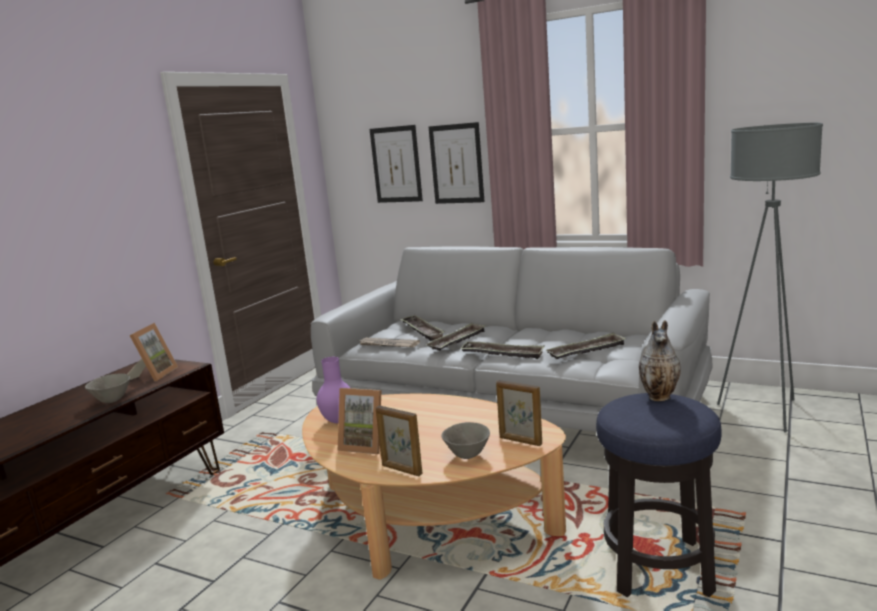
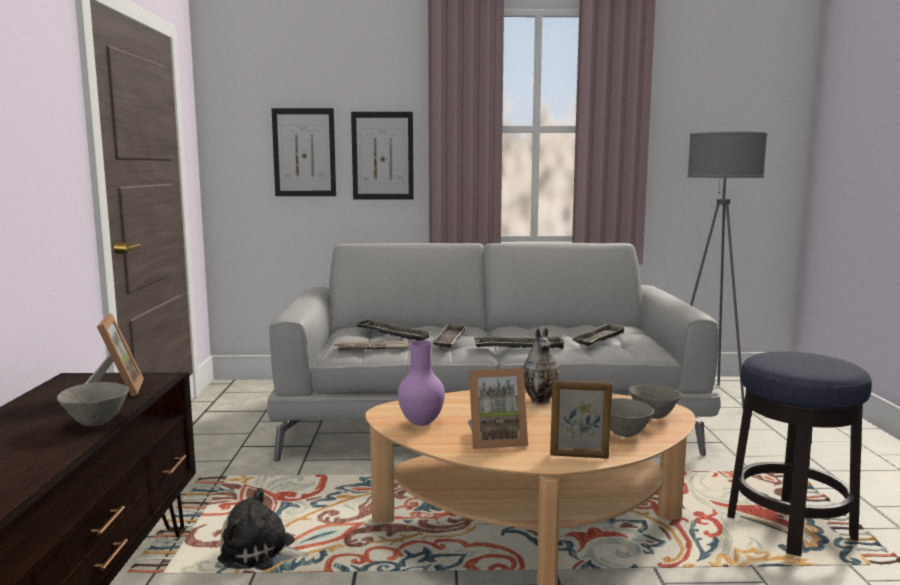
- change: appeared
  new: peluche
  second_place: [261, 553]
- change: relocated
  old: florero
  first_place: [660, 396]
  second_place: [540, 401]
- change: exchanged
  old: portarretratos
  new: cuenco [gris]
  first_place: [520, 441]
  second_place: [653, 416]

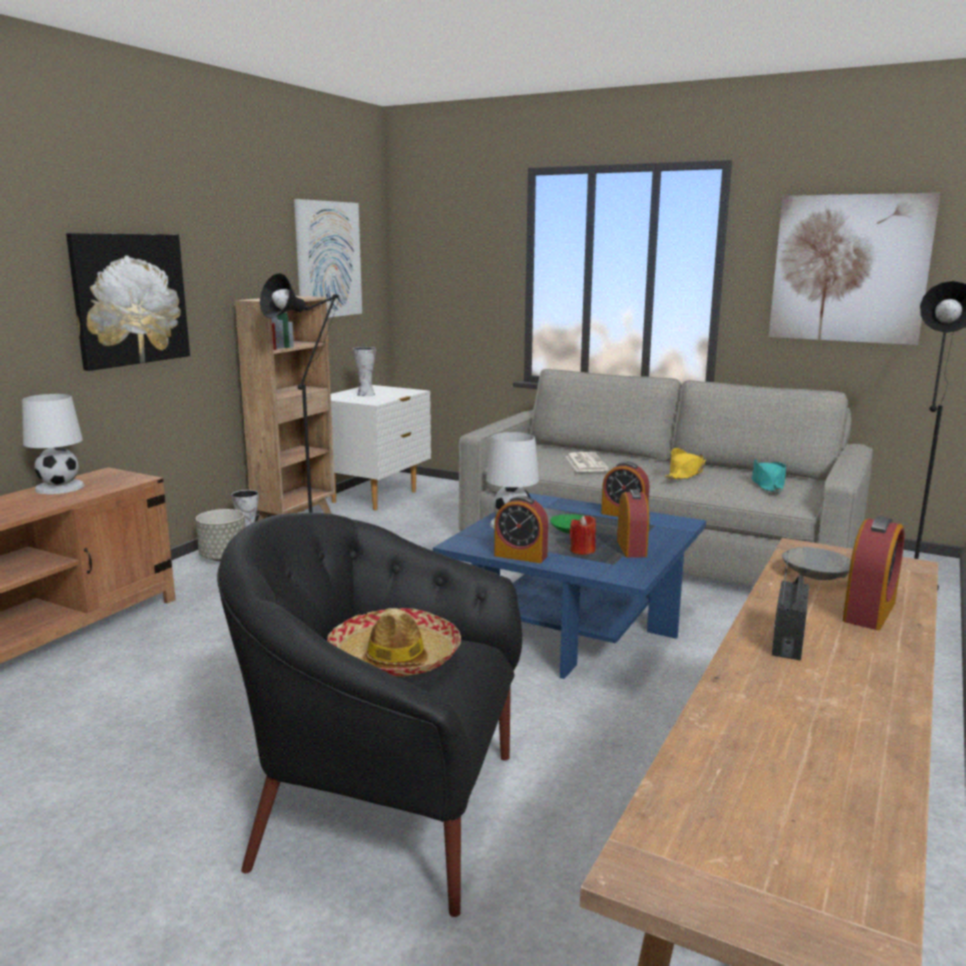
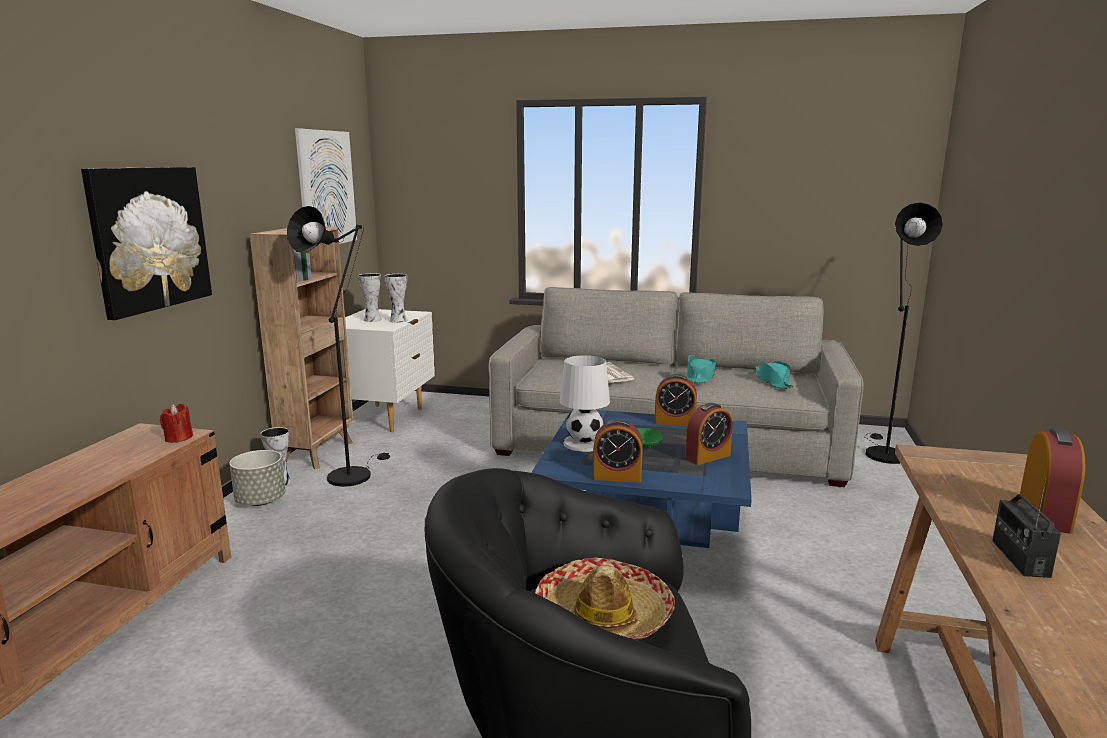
- change: relocated
  old: vela [rojo]
  first_place: [582, 550]
  second_place: [178, 438]
- change: appeared
  new: florero
  second_place: [398, 320]
- change: spun
  old: despertador
  first_place: [631, 548]
  second_place: [707, 457]
  degrees: 75
- change: colour
  old: sombrero [amarillo]
  new: sombrero [turquesa]
  first_place: [685, 474]
  second_place: [700, 377]
- change: missing
  old: lámpara de mesa [blanco]
  first_place: [60, 487]
- change: missing
  old: cuadro
  first_place: [849, 269]
- change: missing
  old: cuenco [gris]
  first_place: [816, 575]

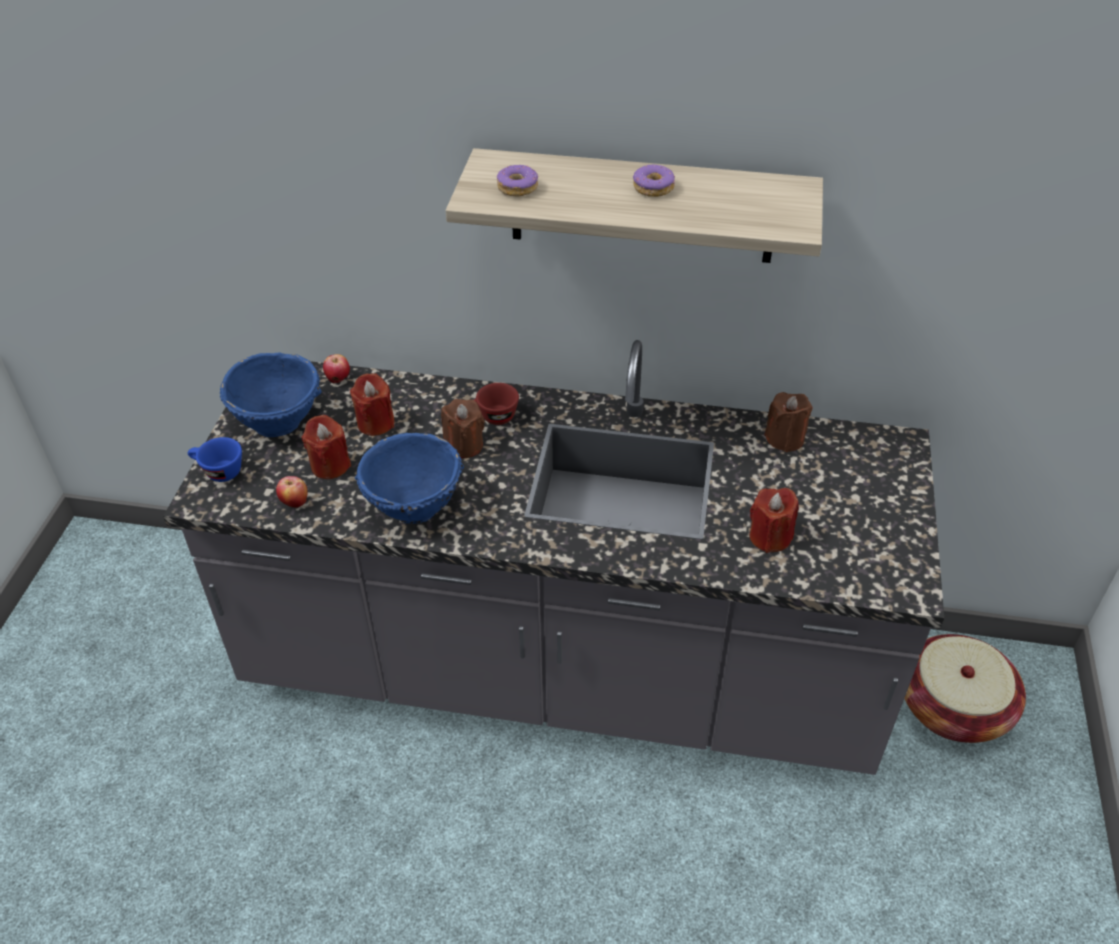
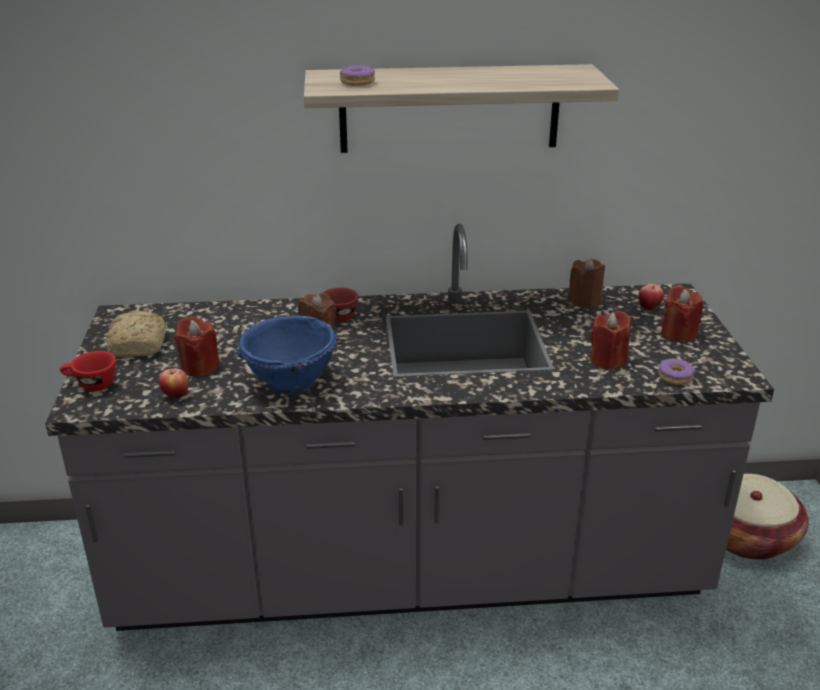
- change: colour
  old: taza [azul]
  new: taza [rojo]
  first_place: [218, 471]
  second_place: [91, 385]
- change: exchanged
  old: cuenco [azul]
  new: pan
  first_place: [279, 421]
  second_place: [139, 344]
- change: relocated
  old: manzana
  first_place: [338, 380]
  second_place: [649, 308]
- change: relocated
  old: rosquilla
  first_place: [653, 188]
  second_place: [675, 377]
- change: relocated
  old: vela [rojo]
  first_place: [375, 423]
  second_place: [678, 334]

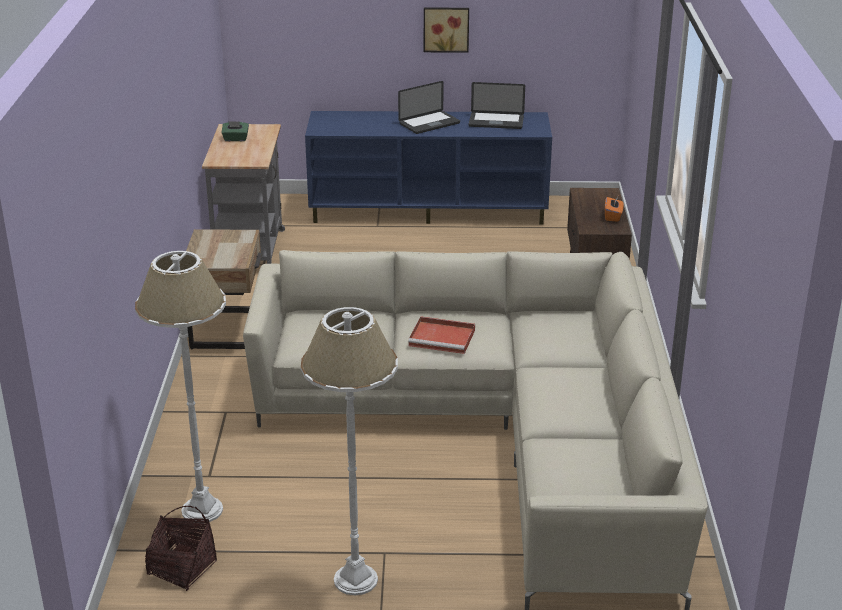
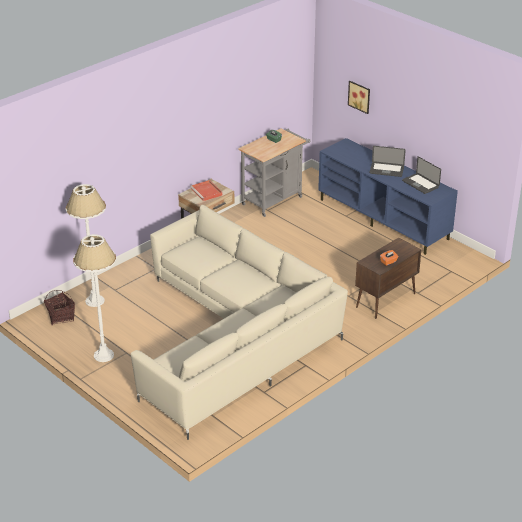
- change: relocated
  old: bandeja [rojo]
  first_place: [443, 338]
  second_place: [207, 192]
- change: relocated
  old: cuadro
  first_place: [446, 29]
  second_place: [360, 96]

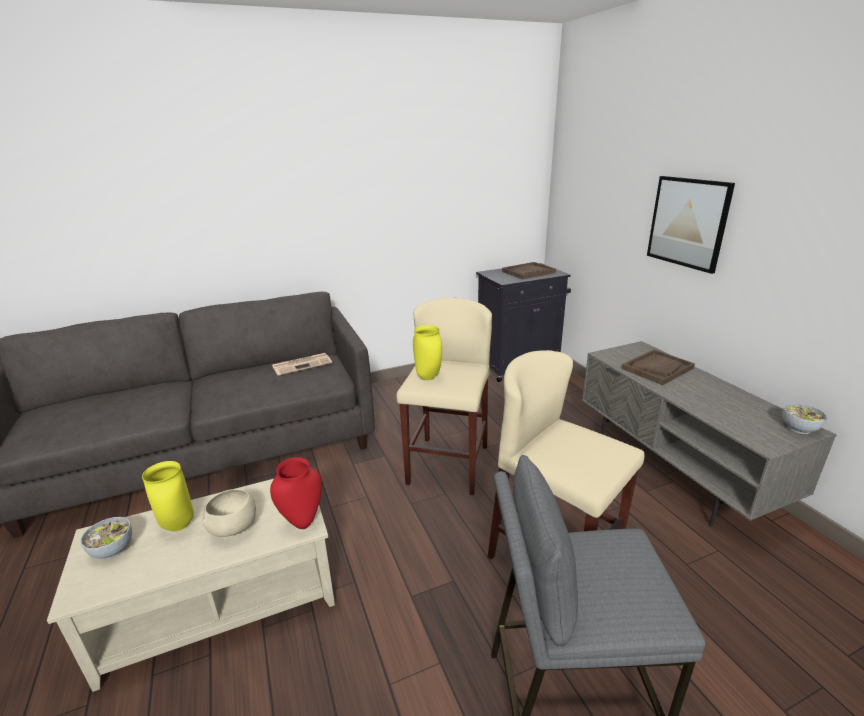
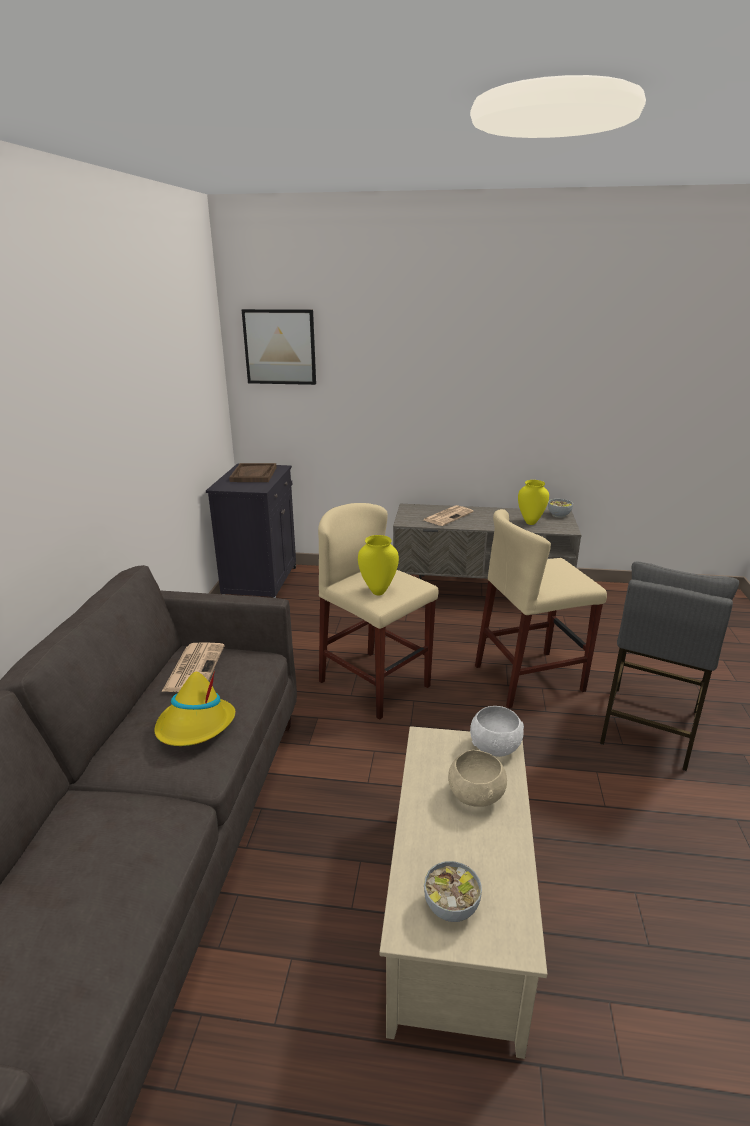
- change: appeared
  new: sombrero [amarillo]
  second_place: [195, 726]
- change: relocated
  old: cuadro
  first_place: [687, 222]
  second_place: [280, 347]
- change: exchanged
  old: bandeja [marrón]
  new: periódico
  first_place: [657, 368]
  second_place: [448, 516]
- change: exchanged
  old: florero [rojo]
  new: cuenco [blanco]
  first_place: [302, 521]
  second_place: [495, 747]
- change: relocated
  old: florero [amarillo]
  first_place: [179, 525]
  second_place: [530, 522]

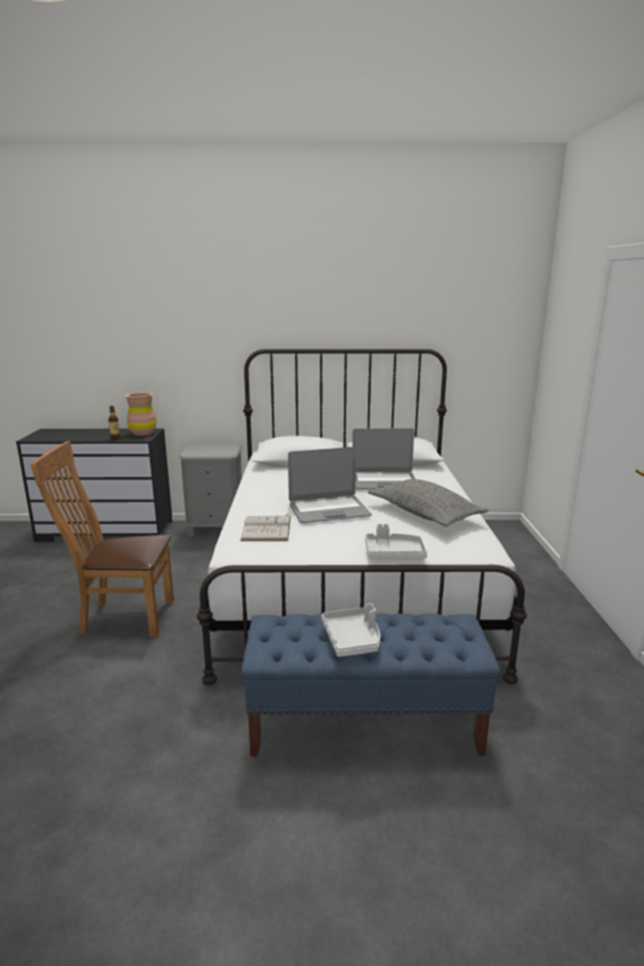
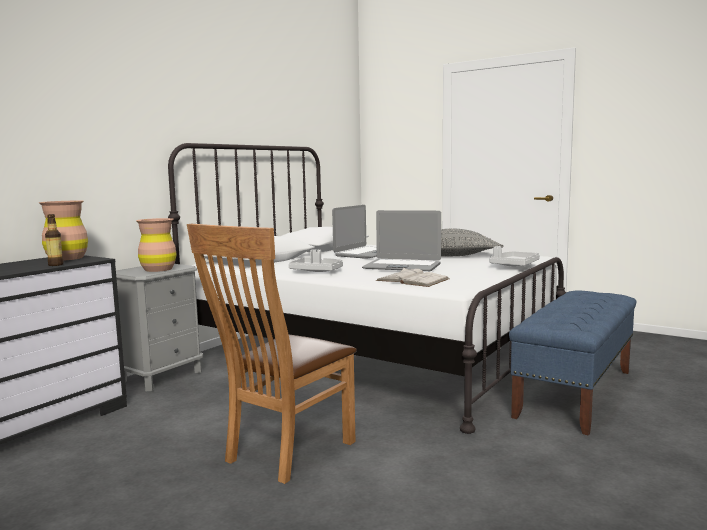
- change: appeared
  new: florero [marrón]
  second_place: [158, 269]
- change: relocated
  old: bandeja [gris]
  first_place: [352, 639]
  second_place: [317, 271]
- change: spun
  old: portátil
  first_place: [329, 510]
  second_place: [402, 267]
  degrees: 90

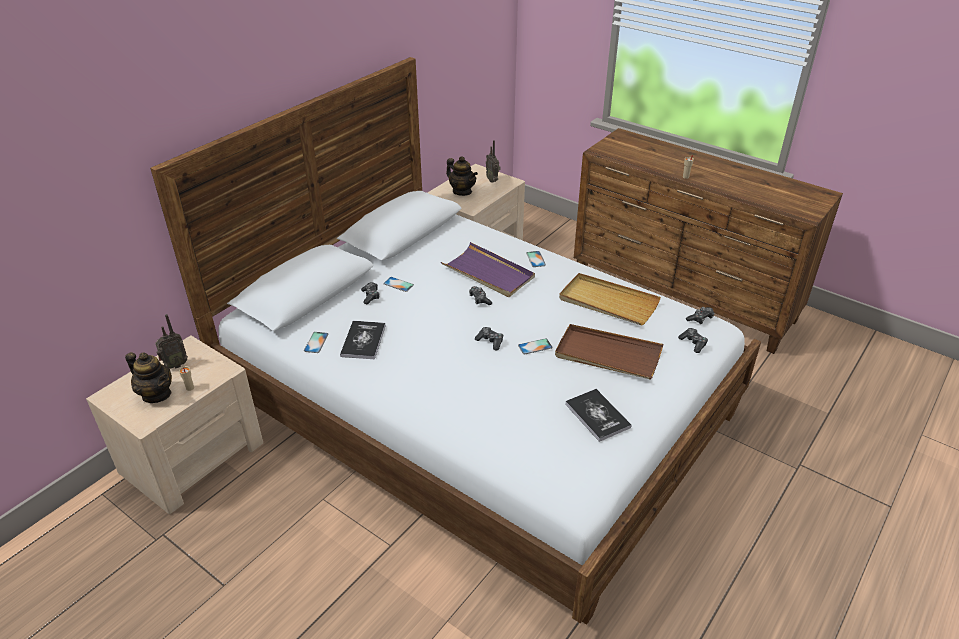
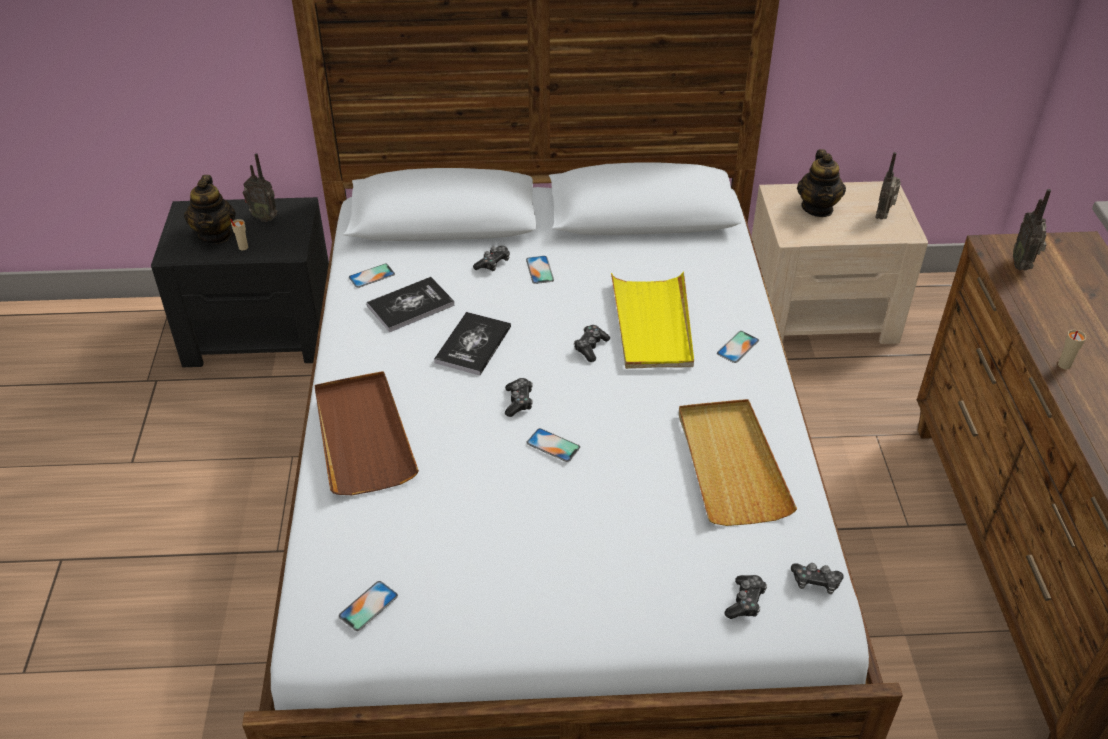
- change: colour
  old: mesita de noche [beis]
  new: mesita de noche [negro]
  first_place: [193, 457]
  second_place: [261, 330]
- change: relocated
  old: bandeja [marrón]
  first_place: [607, 355]
  second_place: [363, 435]
- change: appeared
  new: móvil
  second_place: [368, 606]
- change: relocated
  old: libro
  first_place: [597, 415]
  second_place: [473, 345]
- change: colour
  old: bandeja [morado]
  new: bandeja [amarillo]
  first_place: [488, 273]
  second_place: [652, 324]
- change: appeared
  new: radio
  second_place: [1022, 265]

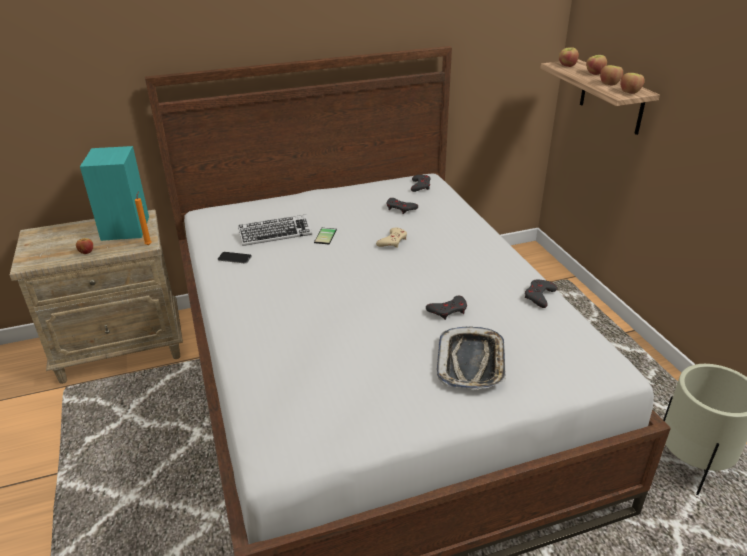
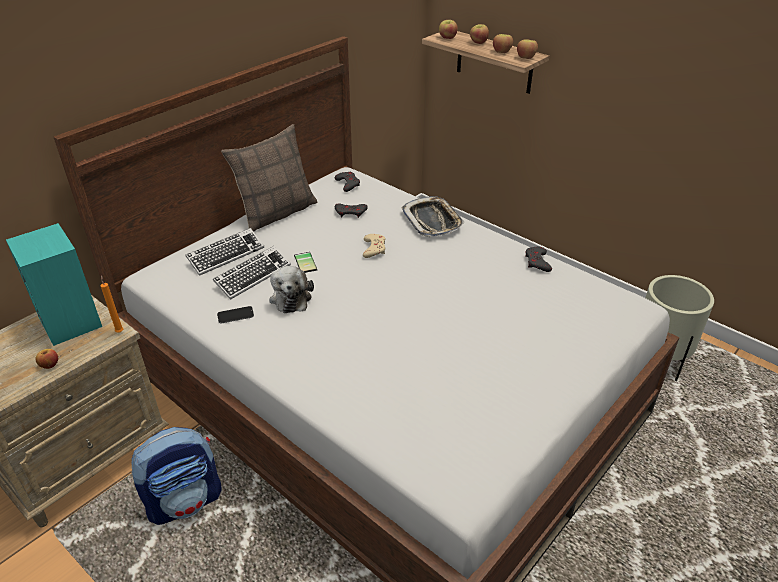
- change: appeared
  new: mochila
  second_place: [185, 500]
- change: appeared
  new: teclado
  second_place: [226, 255]
- change: appeared
  new: cojín
  second_place: [276, 212]
- change: appeared
  new: peluche
  second_place: [291, 297]
- change: relocated
  old: bandeja
  first_place: [471, 363]
  second_place: [432, 221]
- change: missing
  old: mando de consola [gris]
  first_place: [448, 310]

